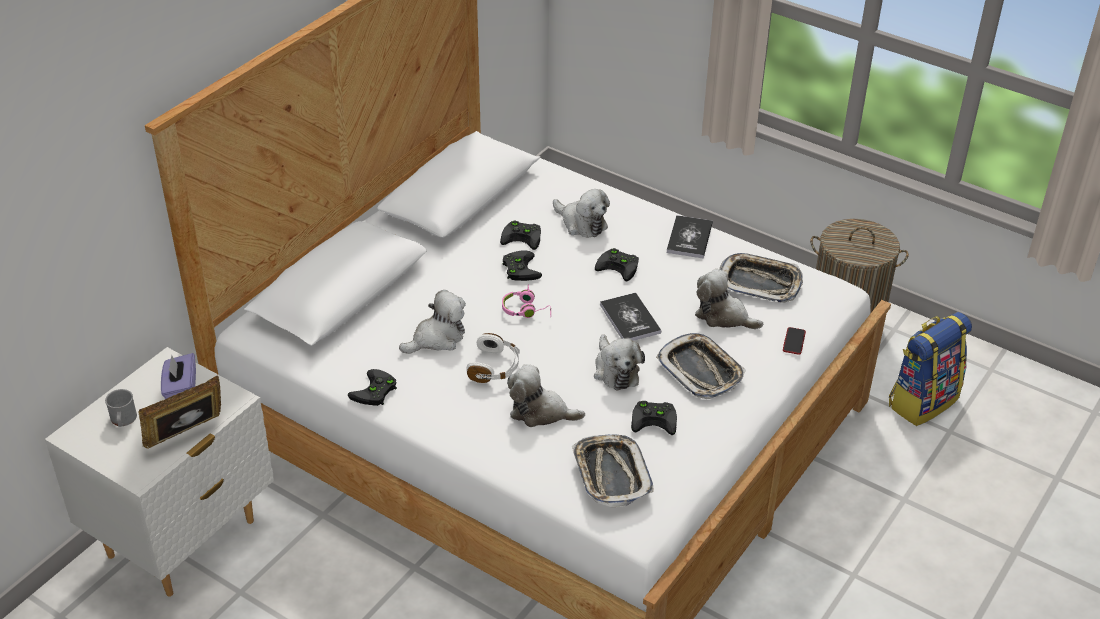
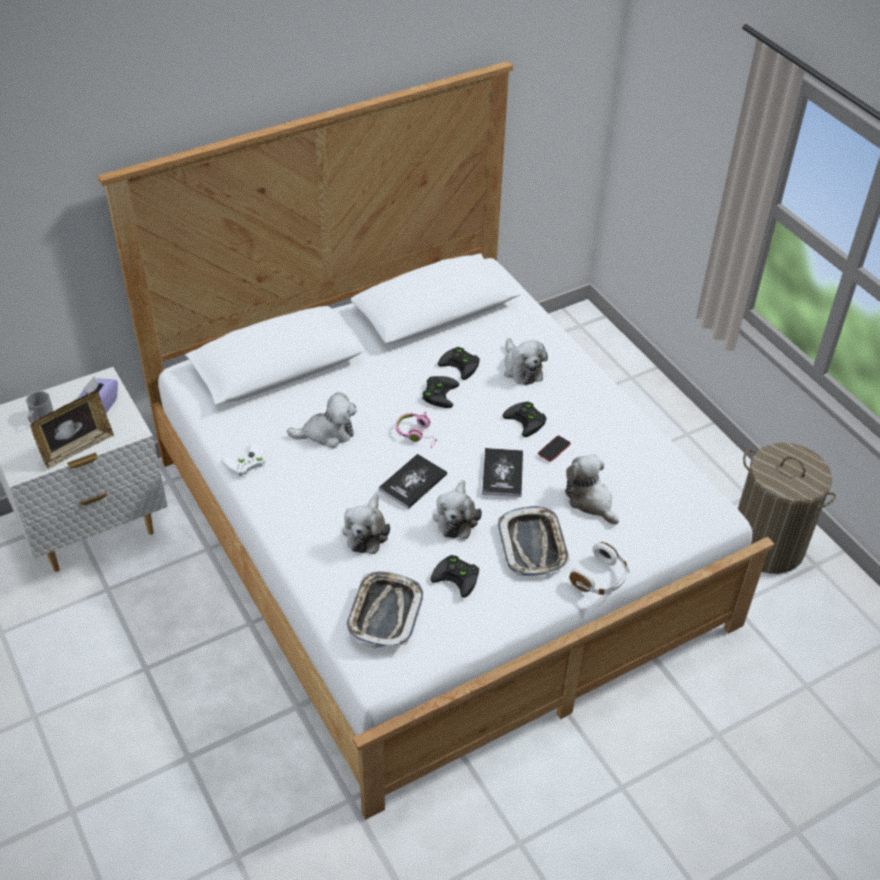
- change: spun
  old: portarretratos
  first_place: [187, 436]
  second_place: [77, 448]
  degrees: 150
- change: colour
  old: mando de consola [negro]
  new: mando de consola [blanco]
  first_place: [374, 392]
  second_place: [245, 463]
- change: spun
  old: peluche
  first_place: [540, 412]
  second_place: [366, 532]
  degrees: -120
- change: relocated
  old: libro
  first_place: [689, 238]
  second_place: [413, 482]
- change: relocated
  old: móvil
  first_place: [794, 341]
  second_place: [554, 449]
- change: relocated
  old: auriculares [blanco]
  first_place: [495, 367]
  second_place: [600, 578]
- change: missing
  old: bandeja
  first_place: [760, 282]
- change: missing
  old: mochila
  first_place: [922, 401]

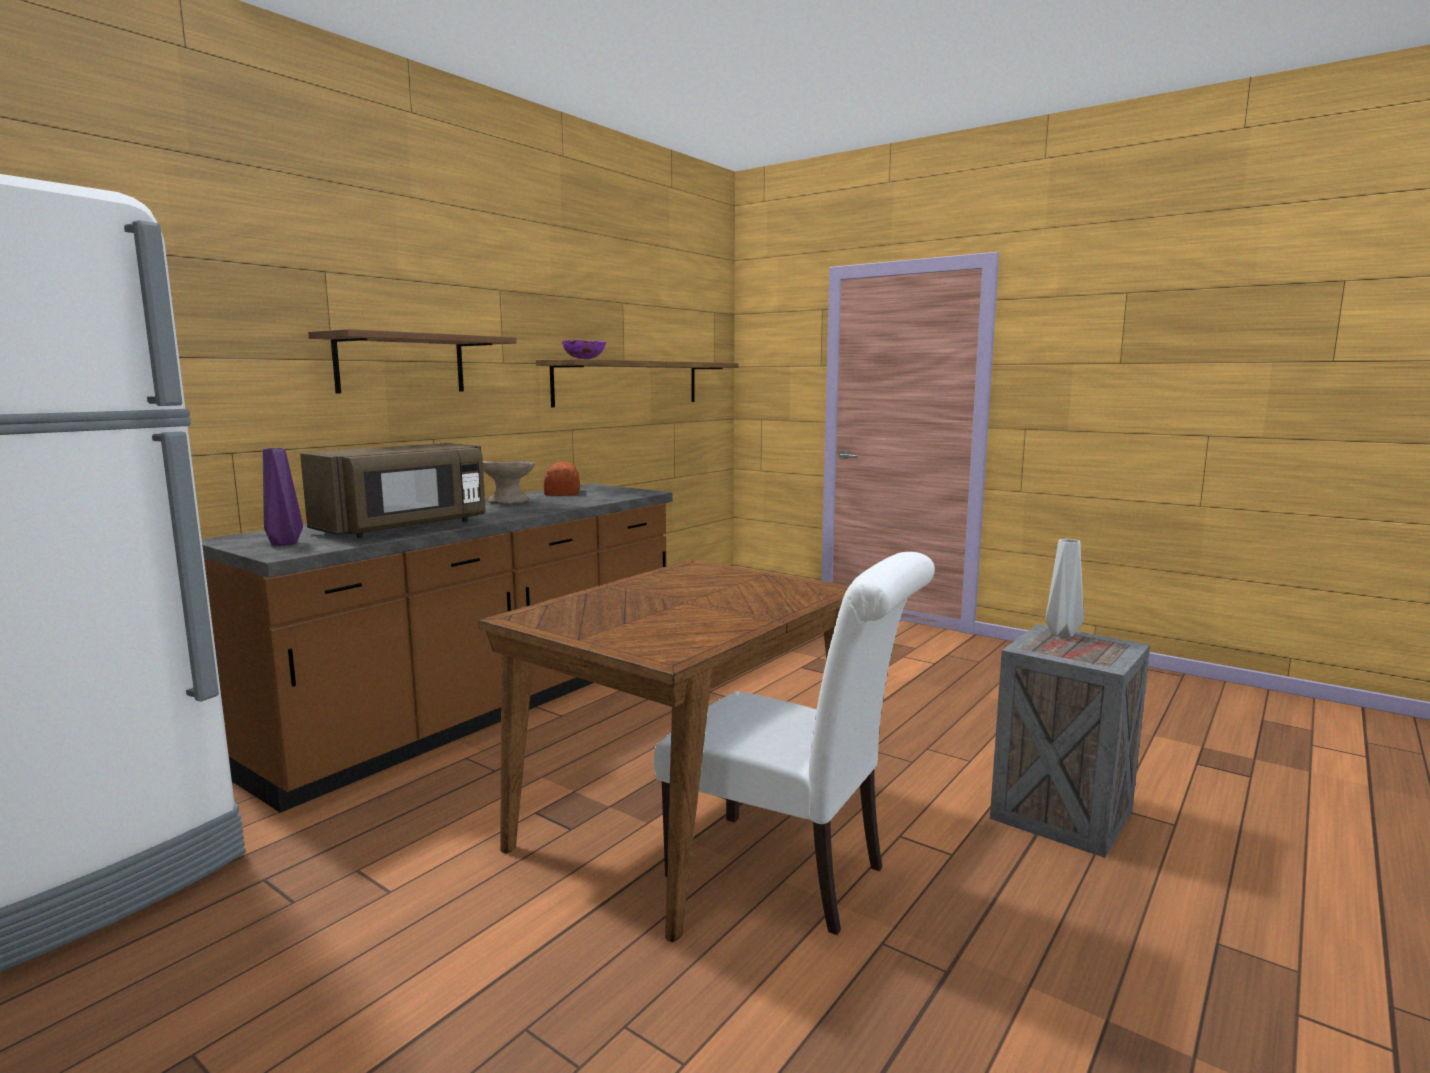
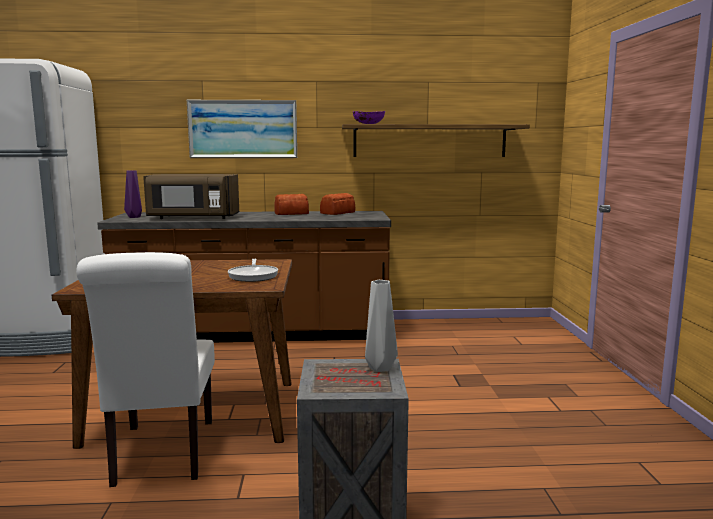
- change: exchanged
  old: estante [marrón]
  new: cuadro
  first_place: [401, 364]
  second_place: [243, 129]
- change: appeared
  new: sartén
  second_place: [253, 276]
- change: exchanged
  old: cuenco [beis]
  new: pan
  first_place: [508, 501]
  second_place: [290, 213]

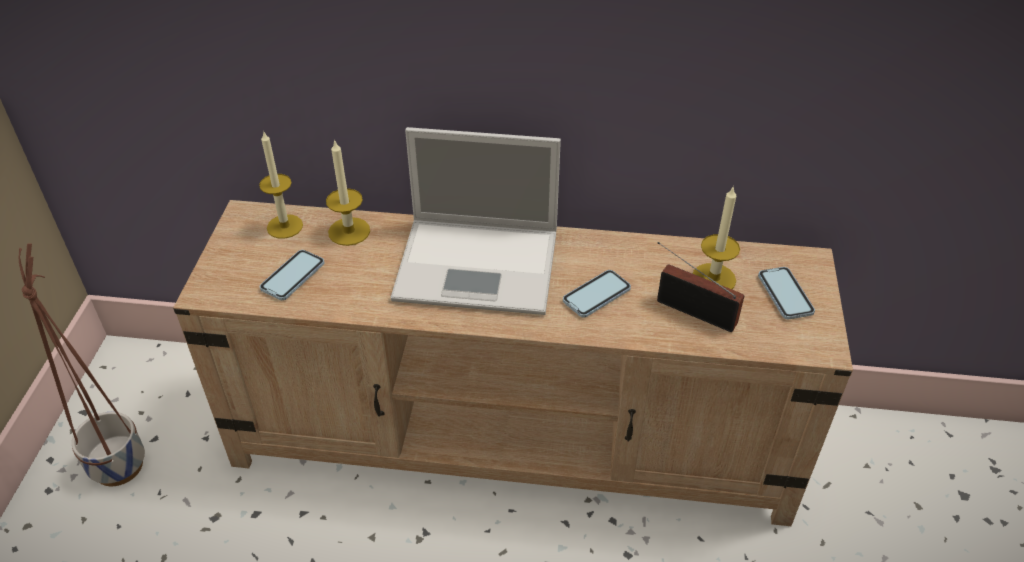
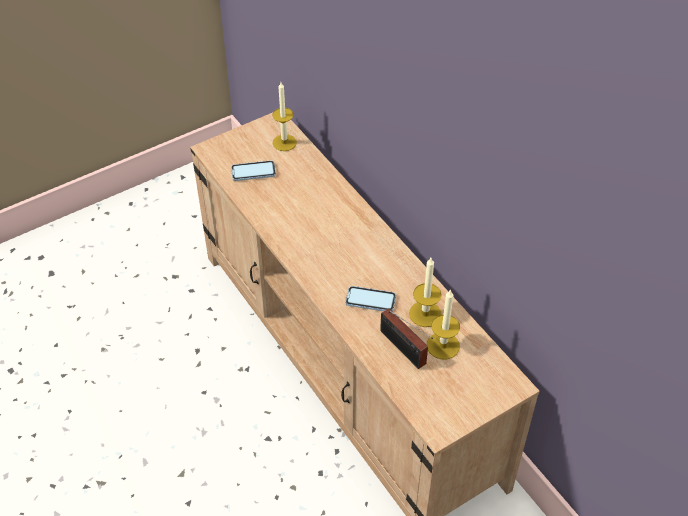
- change: spun
  old: radio
  first_place: [692, 310]
  second_place: [404, 350]
  degrees: 150
- change: relocated
  old: vela
  first_place: [349, 231]
  second_place: [425, 314]
- change: missing
  old: maceta
  first_place: [117, 466]
- change: missing
  old: portátil
  first_place: [480, 265]
- change: missing
  old: móvil
  first_place: [785, 294]

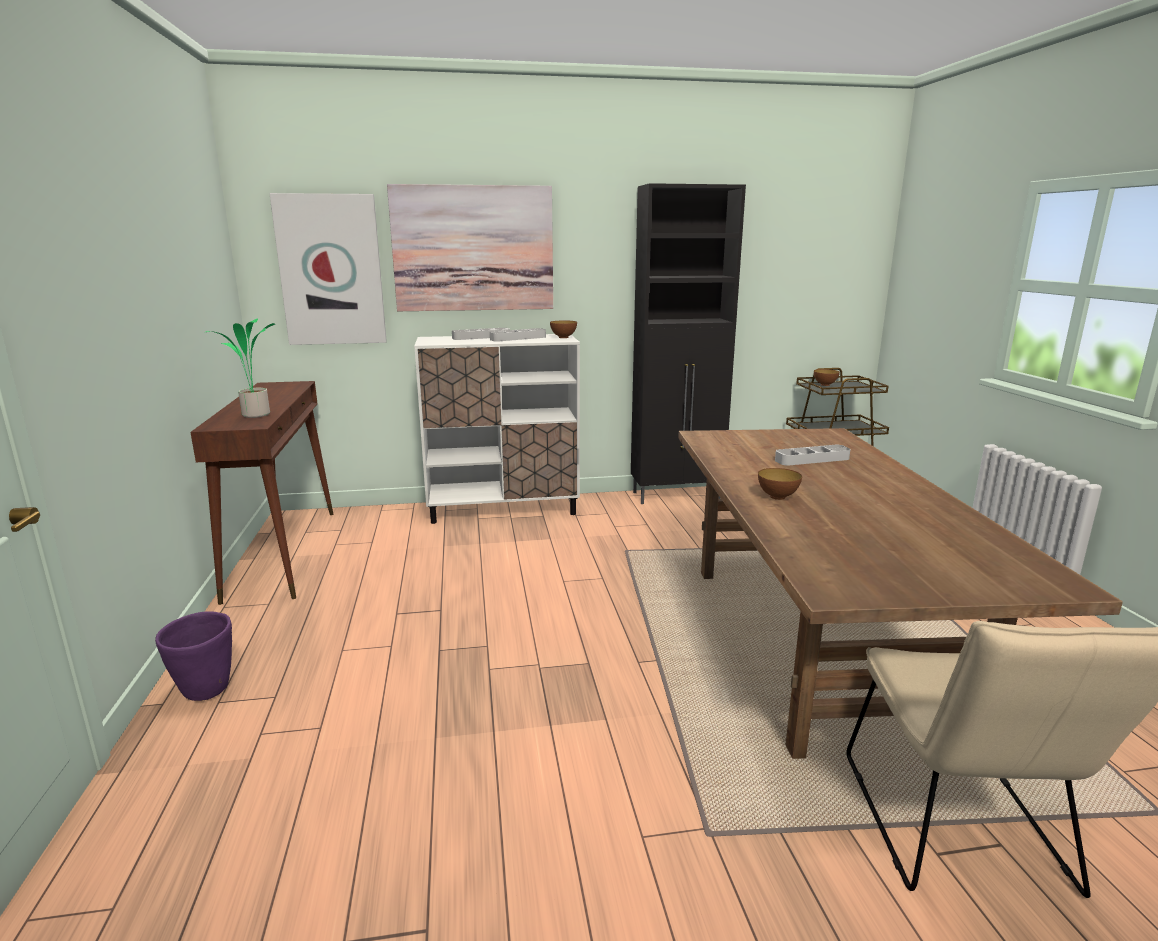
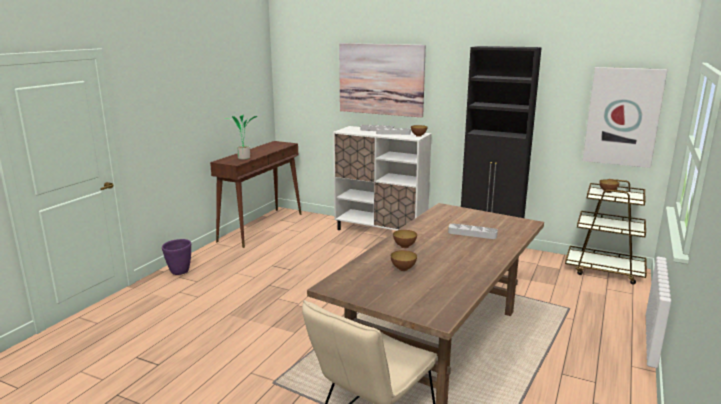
- change: appeared
  new: cuenco
  second_place: [403, 269]
- change: relocated
  old: cuadro
  first_place: [331, 270]
  second_place: [622, 117]

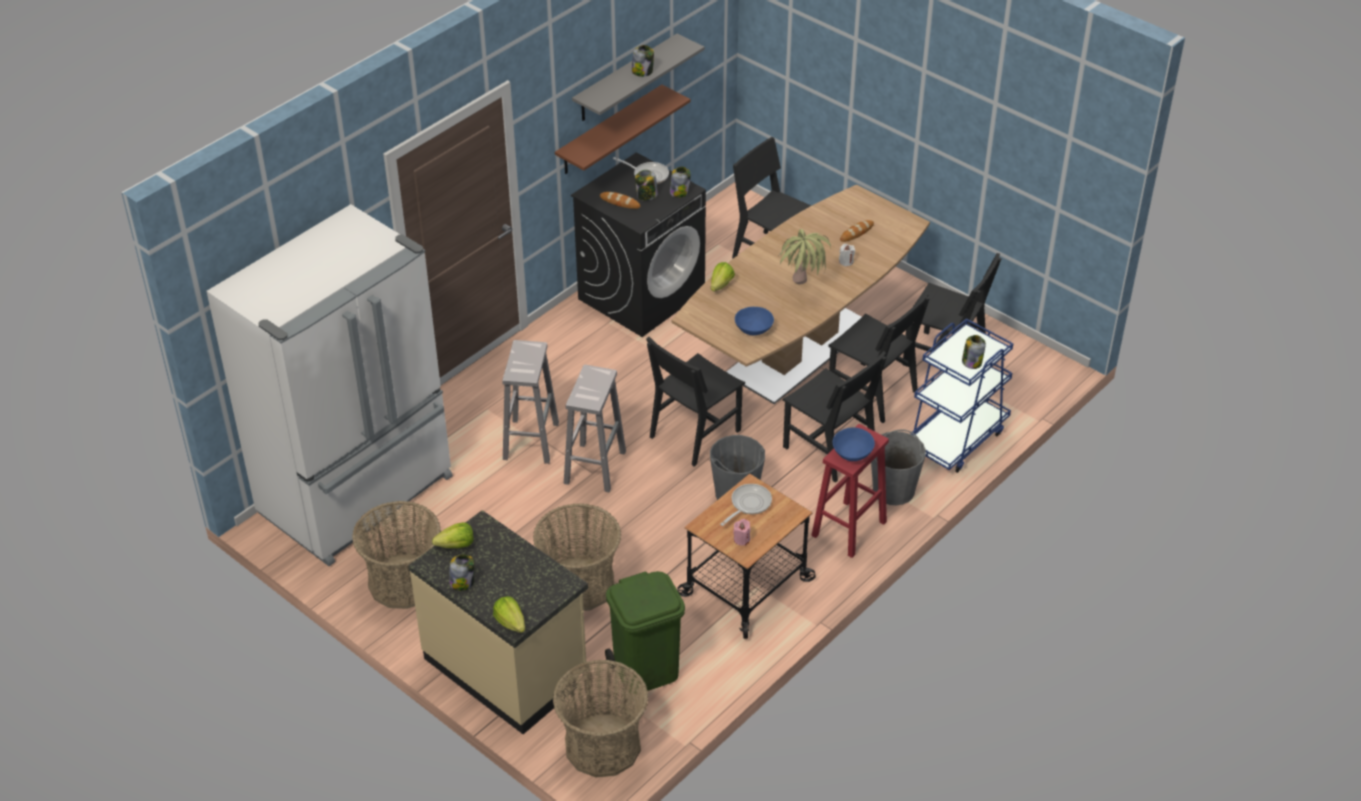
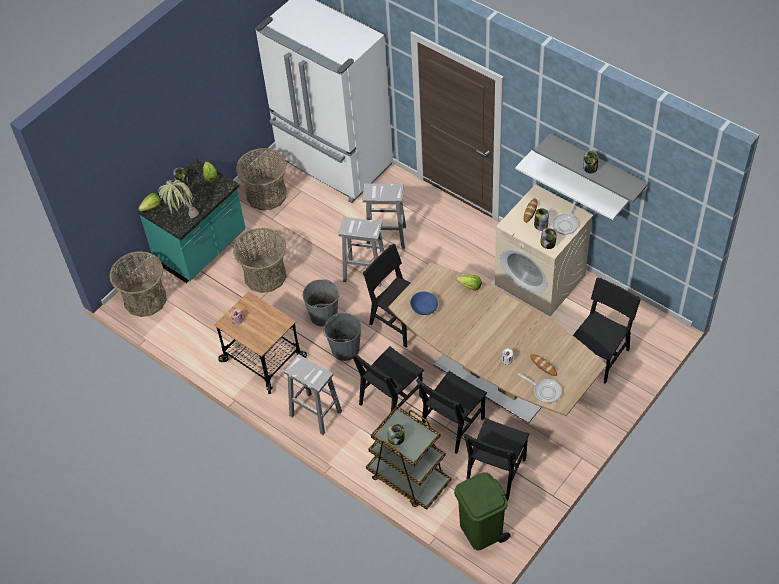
- change: colour
  old: mueble bajo de cocina [beis]
  new: mueble bajo de cocina [turquesa]
  first_place: [507, 667]
  second_place: [202, 249]
- change: relocated
  old: planta en maceta
  first_place: [801, 292]
  second_place: [182, 217]
- change: colour
  old: taburete [rojo]
  new: taburete [blanco]
  first_place: [848, 529]
  second_place: [315, 413]
- change: relocated
  old: cubo [gris]
  first_place: [894, 489]
  second_place: [324, 315]
- change: colour
  old: carrito [azul]
  new: carrito [marrón]
  first_place: [955, 438]
  second_place: [408, 478]
- change: relocated
  old: papelera [verde]
  first_place: [646, 670]
  second_place: [481, 531]
- change: colour
  old: lavadora [negro]
  new: lavadora [beis]
  first_place: [641, 294]
  second_place: [540, 280]
- change: colour
  old: estante [marrón]
  new: estante [blanco]
  first_place: [609, 131]
  second_place: [578, 182]
- change: relocated
  old: sartén
  first_place: [748, 504]
  second_place: [545, 391]
- change: missing
  old: cuenco [azul]
  first_place: [852, 452]

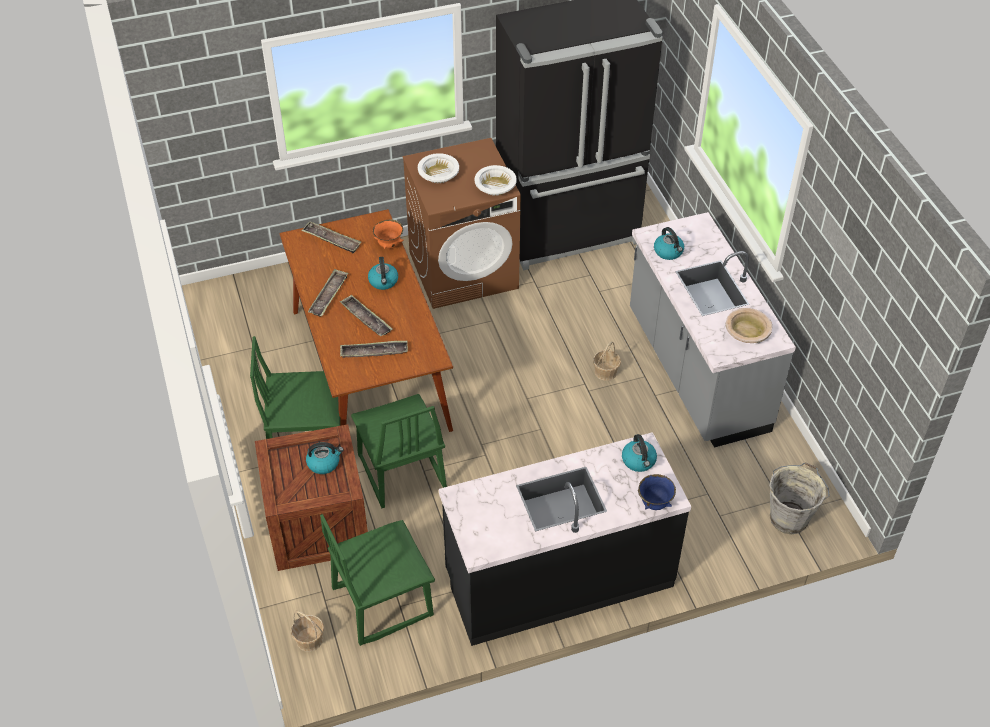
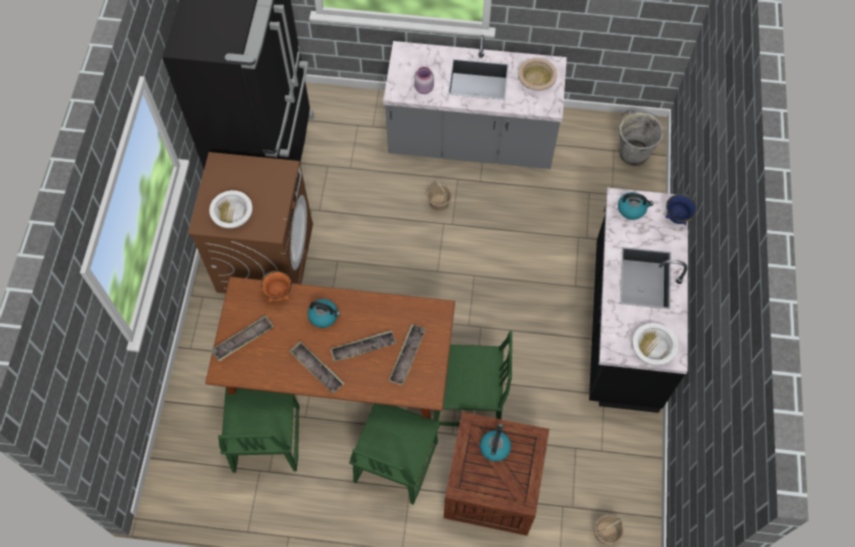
- change: relocated
  old: silla [verde]
  first_place: [382, 601]
  second_place: [265, 439]
- change: exchanged
  old: hervidor
  new: tarro [rosa]
  first_place: [668, 252]
  second_place: [423, 88]
- change: relocated
  old: cuenco [blanco]
  first_place: [495, 186]
  second_place: [653, 347]

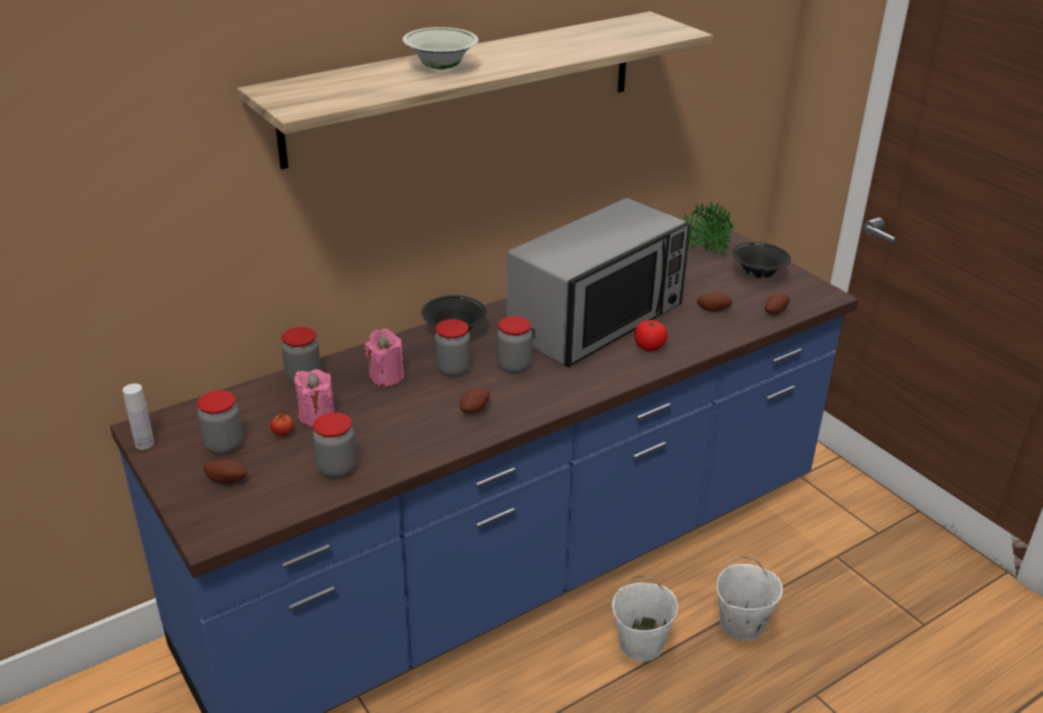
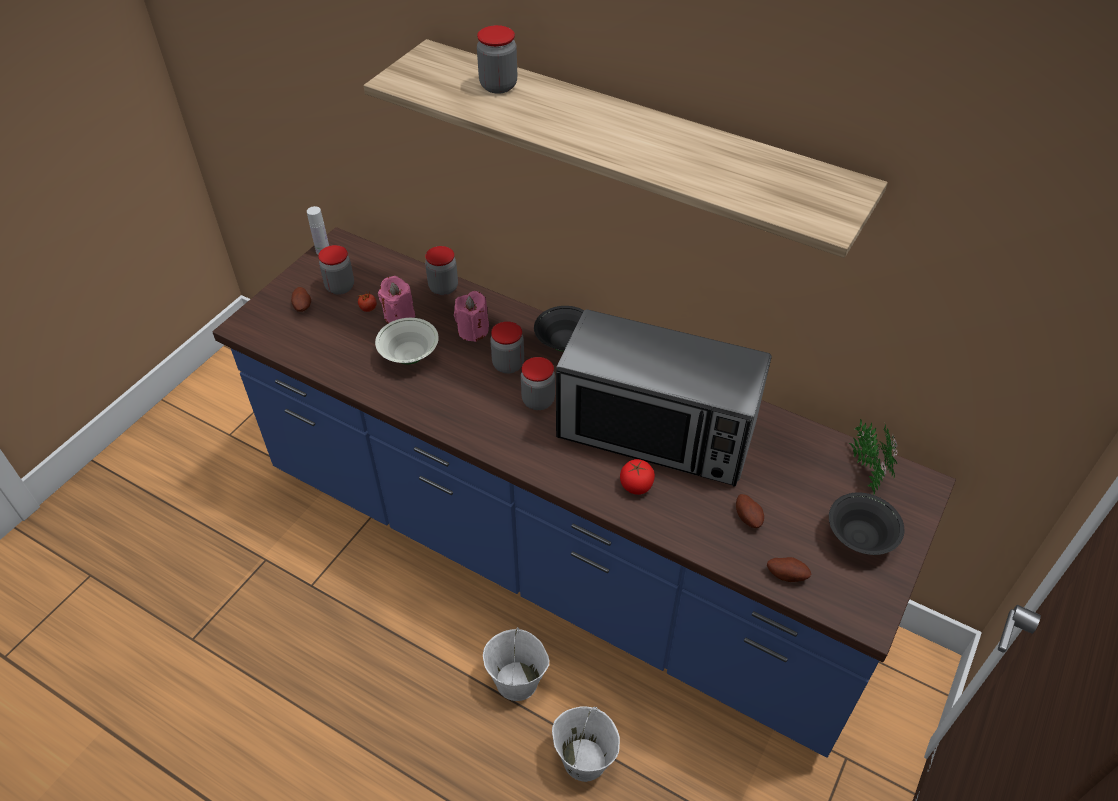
- change: relocated
  old: cuenco [blanco]
  first_place: [441, 67]
  second_place: [409, 356]
- change: relocated
  old: tarro
  first_place: [337, 468]
  second_place: [498, 86]
- change: missing
  old: patata
  first_place: [475, 410]

